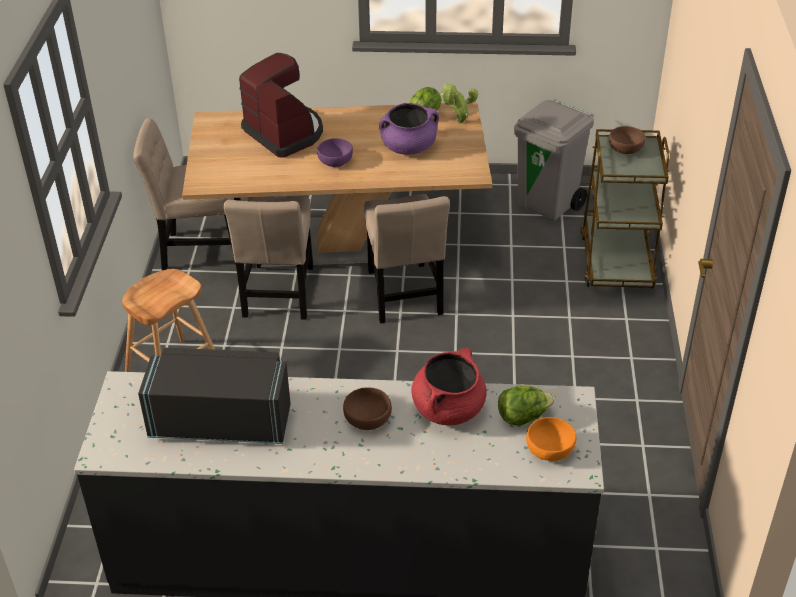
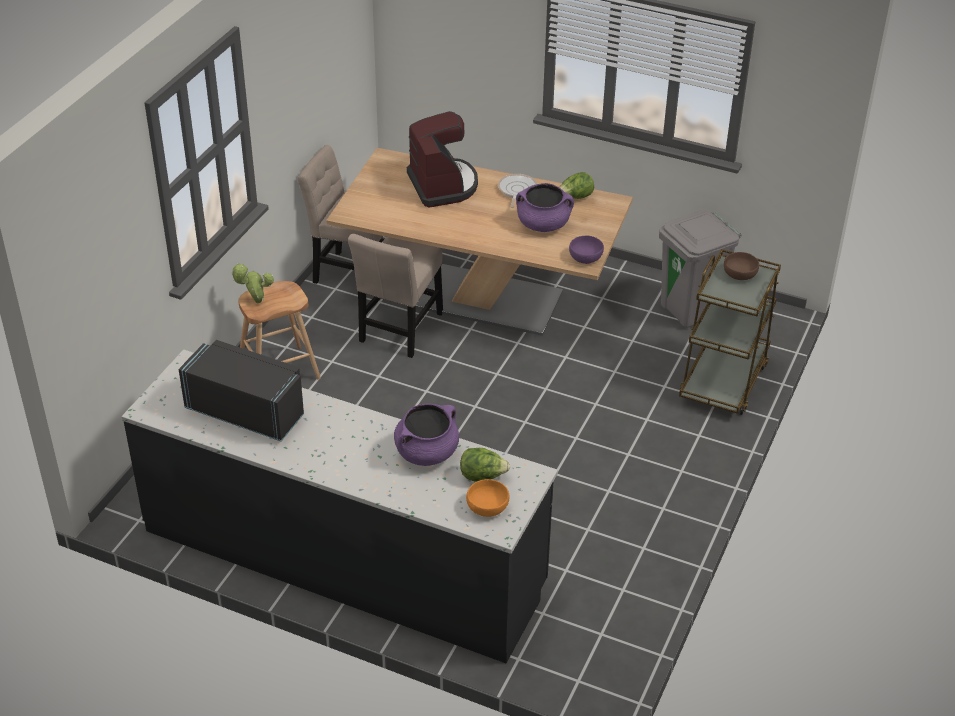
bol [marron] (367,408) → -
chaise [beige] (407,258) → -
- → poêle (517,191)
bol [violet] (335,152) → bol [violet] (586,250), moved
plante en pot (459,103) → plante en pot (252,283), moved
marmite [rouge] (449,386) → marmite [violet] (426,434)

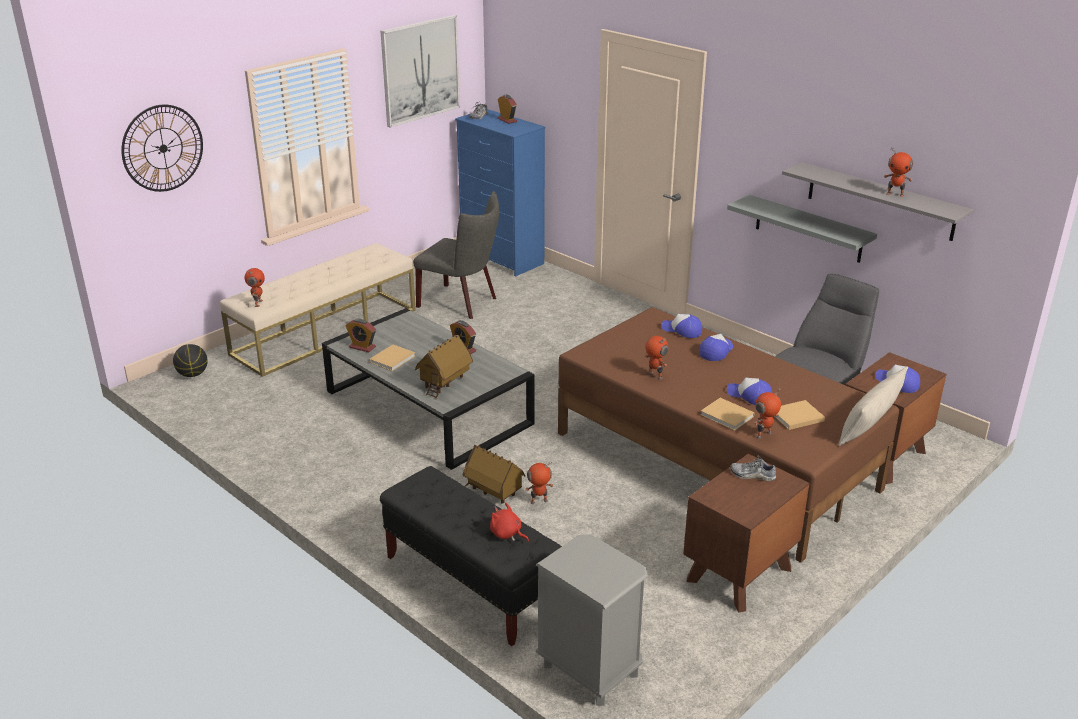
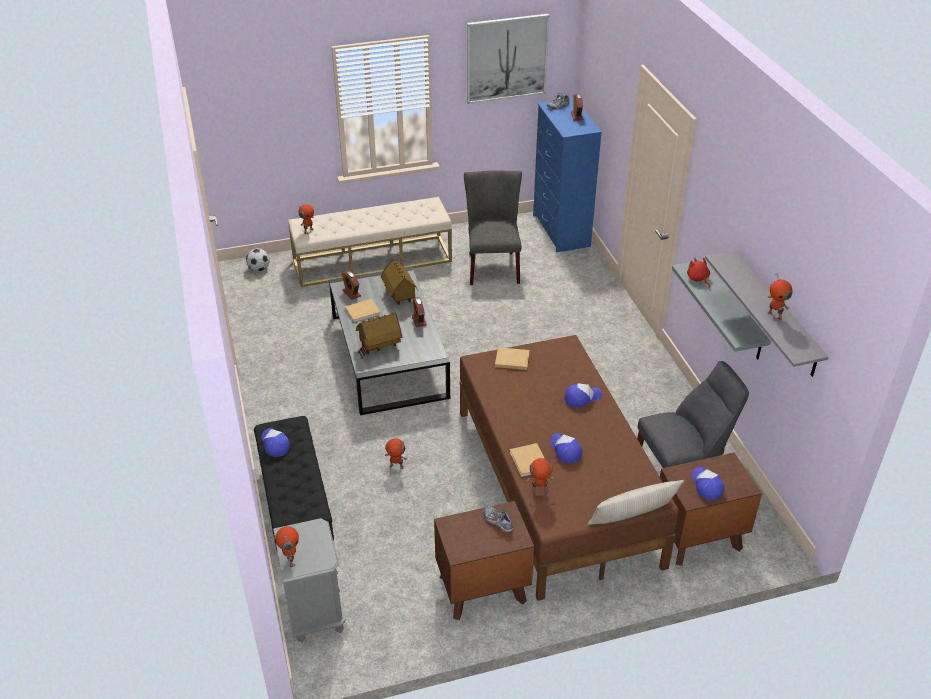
horloge murale (162,148) → -
maison miniature (494,474) → maison miniature (399,282), moved
peluche [rouge] (509,522) → peluche [rouge] (698,272), moved
robot jouet (657,358) → robot jouet (287,546), moved
casquette (681,326) → casquette (276,442), moved
livre [beige] (799,415) → livre [beige] (512,358), moved
ballon de basket (190,360) → ballon de foot (258,260)
chaise [gris] (456,255) → chaise [gris] (493,227), 150 degrees counterclockwise

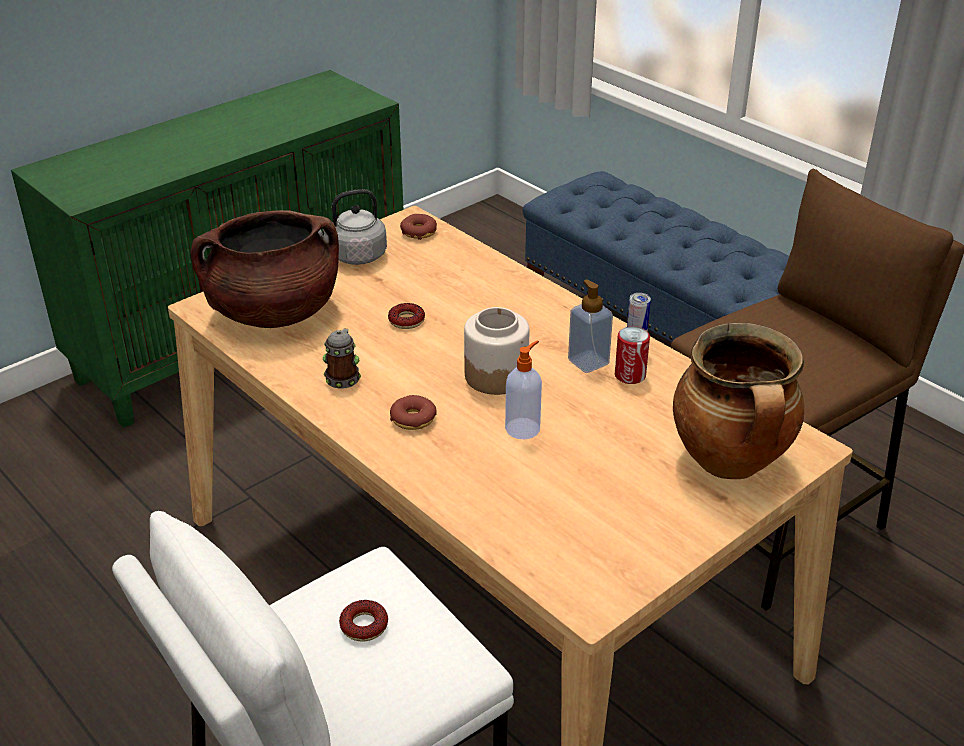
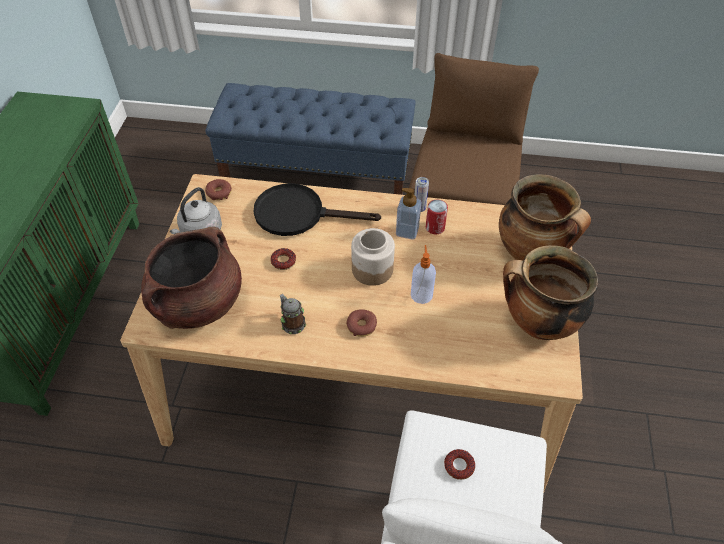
- → poêle [noir] (317,209)
- → marmite (550,292)

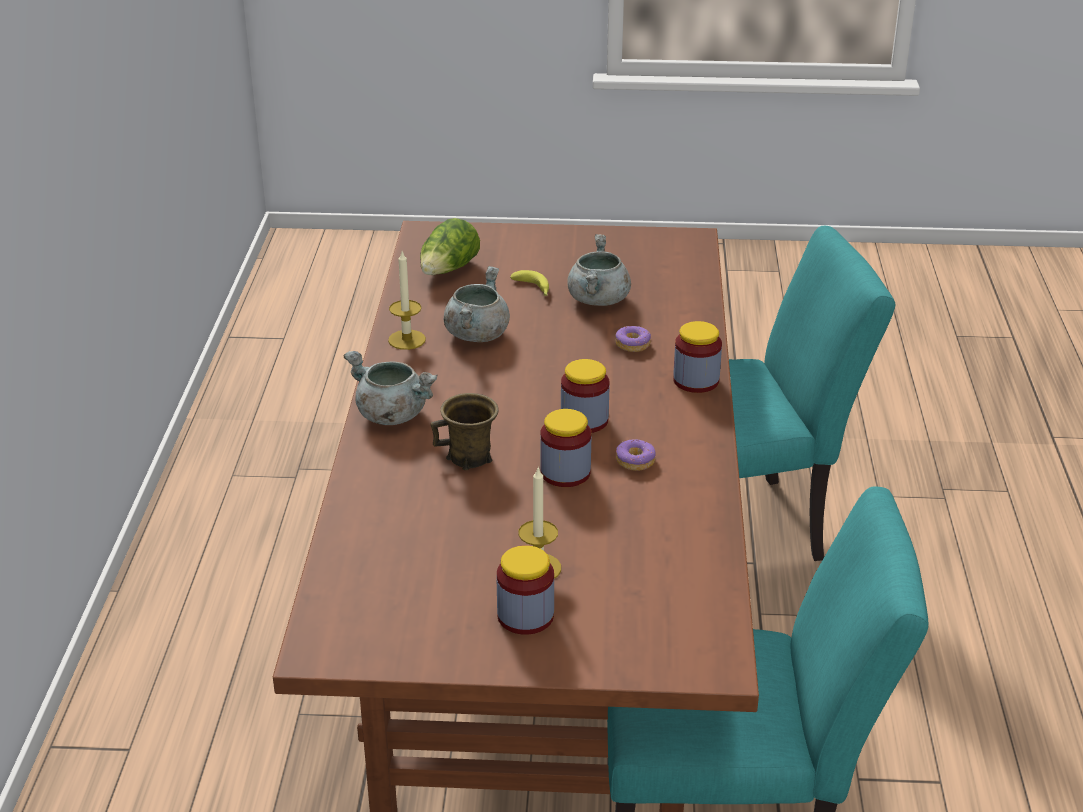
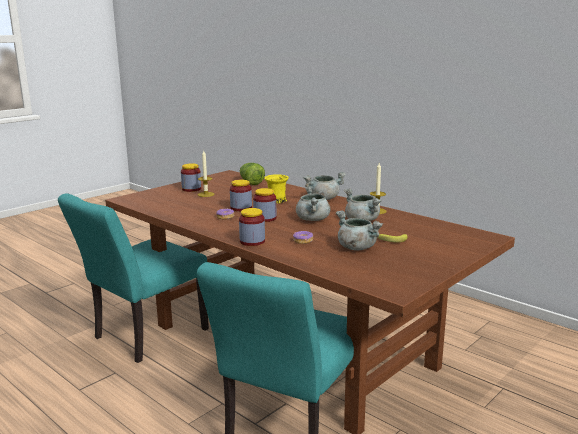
- → marmite [gris] (313,203)
laitue (450,246) → laitue (252,174), moved
mug [marron] (464,431) → mug [jaune] (276,188)

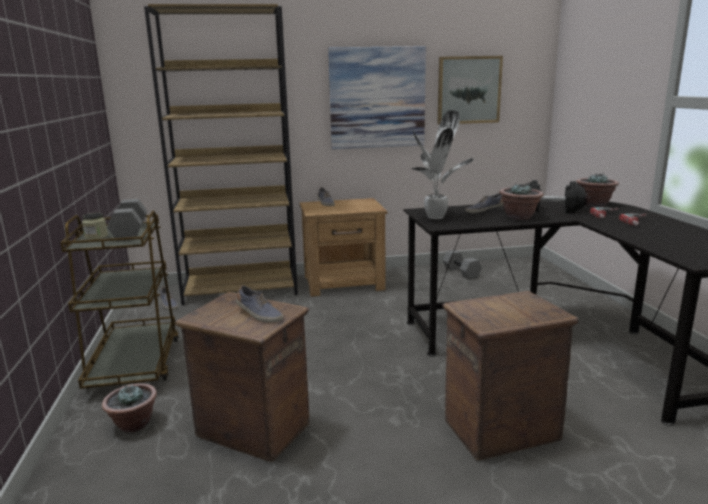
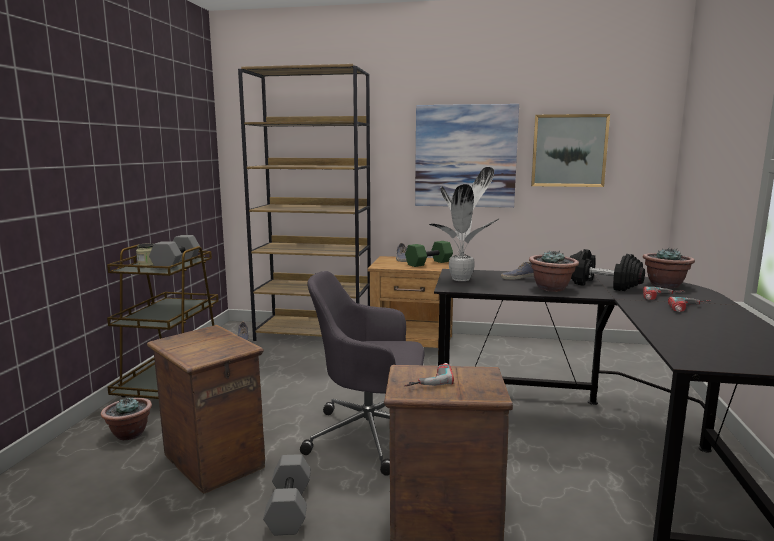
chaussure (259,304) → -
- → chaise de bureau [gris] (362,373)
- → perceuse (429,374)
- → haltère [vert] (429,254)
haltère [gris] (462,265) → haltère [gris] (287,494), moved

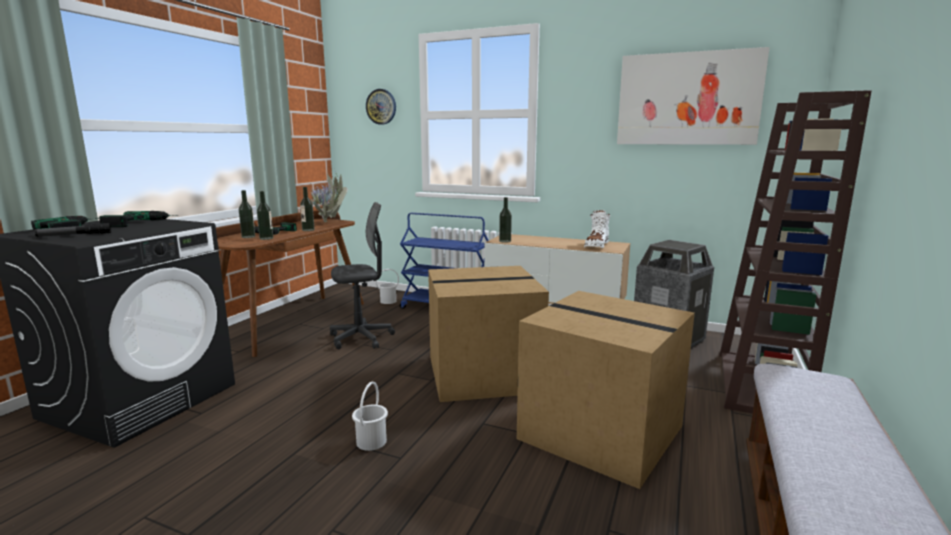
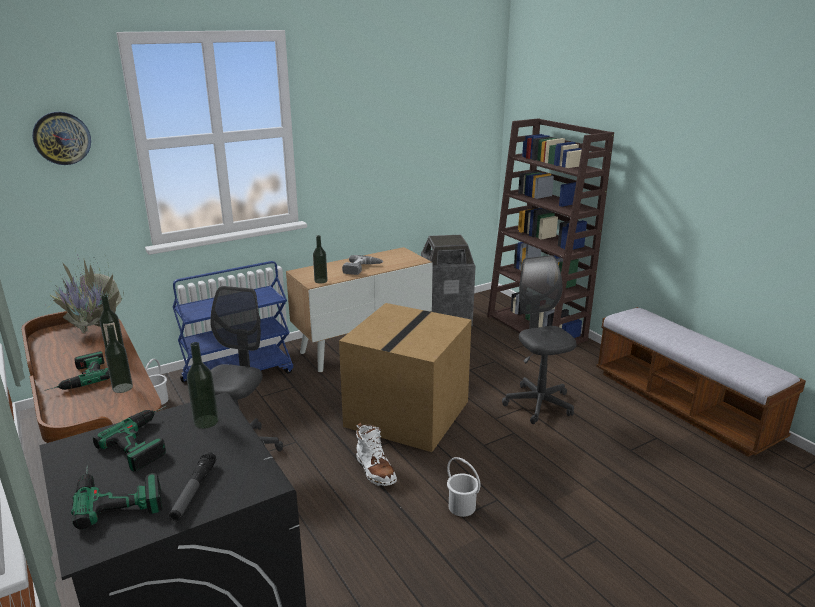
tableau (693,96) → -
- → perceuse (362,265)
bouteille (247,214) → bouteille (203,385), moved
botte [blanc] (597,229) → botte [blanc] (376,454), moved
carton (606,390) → chaise de bureau [gris] (539,339)

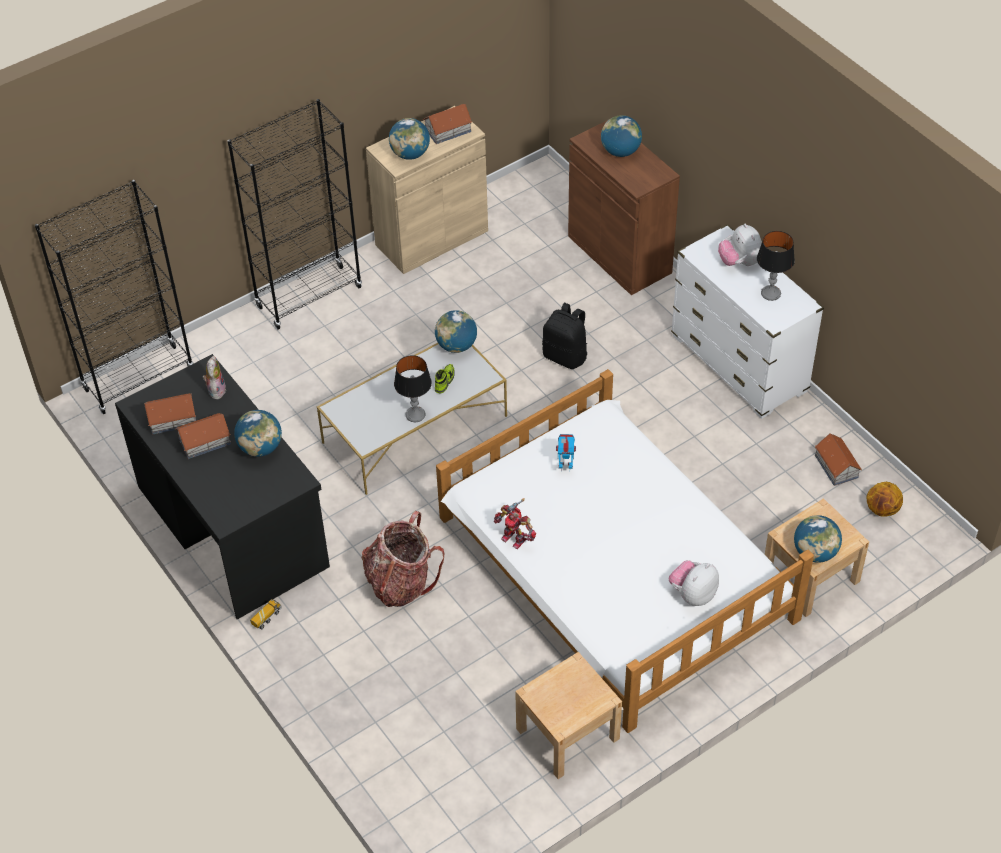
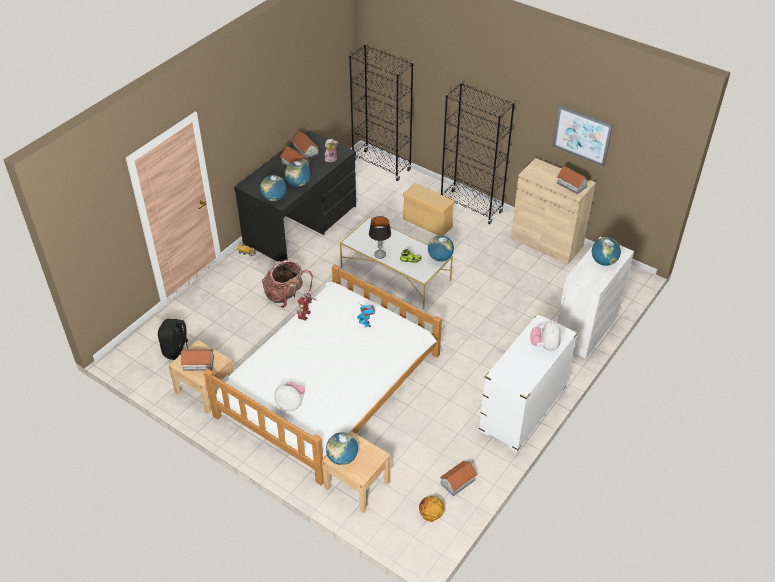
lampe de table (776,266) → -
- → maison miniature (197,360)
- → boîte de rangement [beige] (428,209)
- → tableau (583,136)
globe (409,139) → globe (273,188), moved
sac à dos [noir] (564,336) → sac à dos [noir] (173,339), moved
meuble de rangement [marron] (624,207) → meuble de rangement [blanc] (595,297)
peluche (740,245) → peluche (545,335), 45 degrees counterclockwise

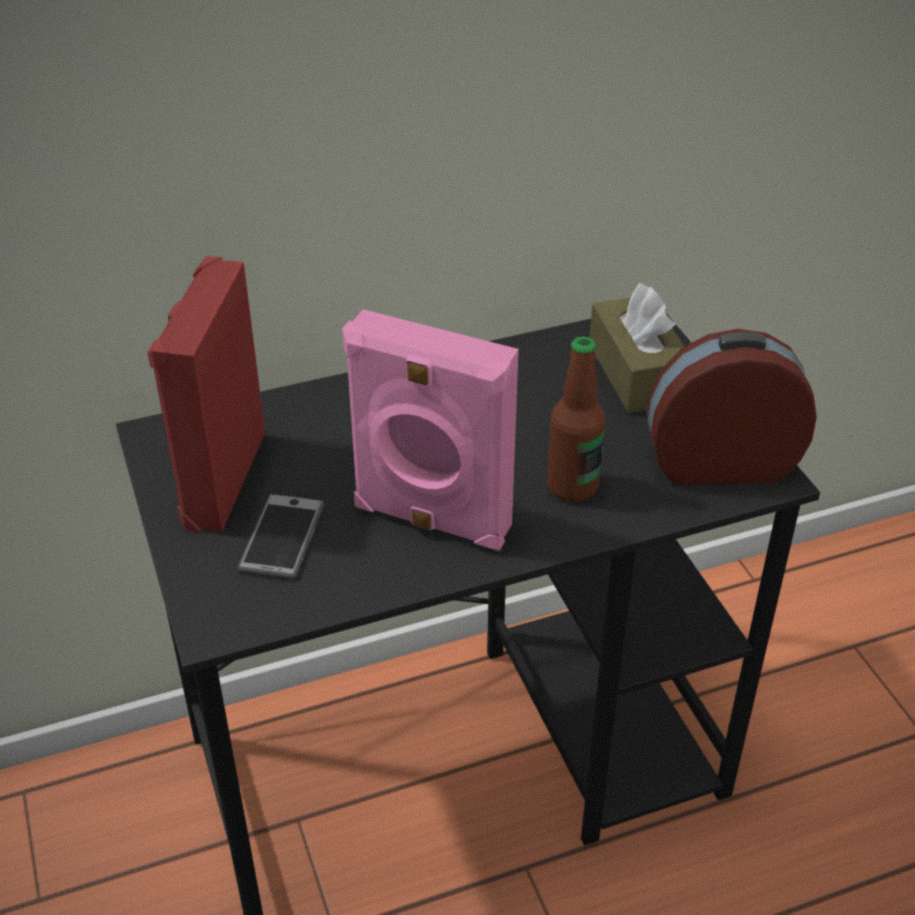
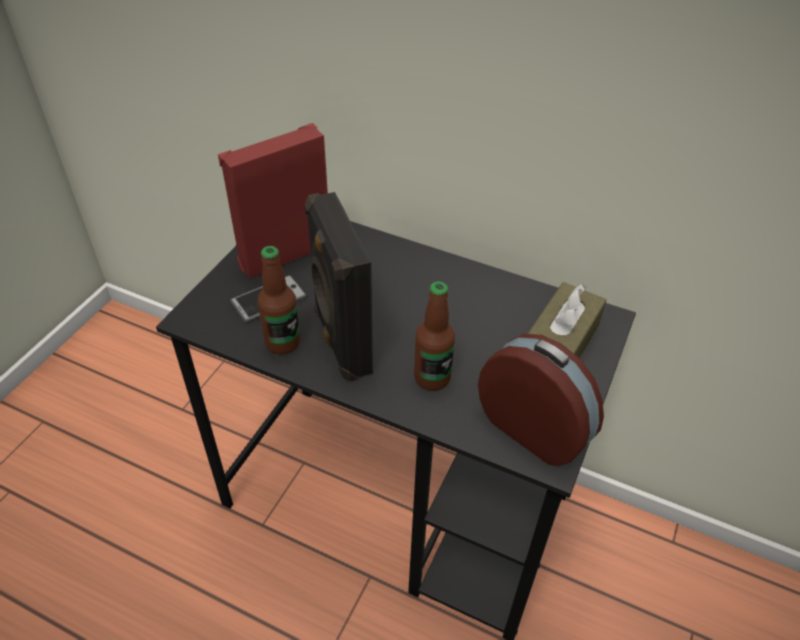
- → bouteille (279,300)
enceinte [rose] (430,430) → enceinte [noir] (339,287)

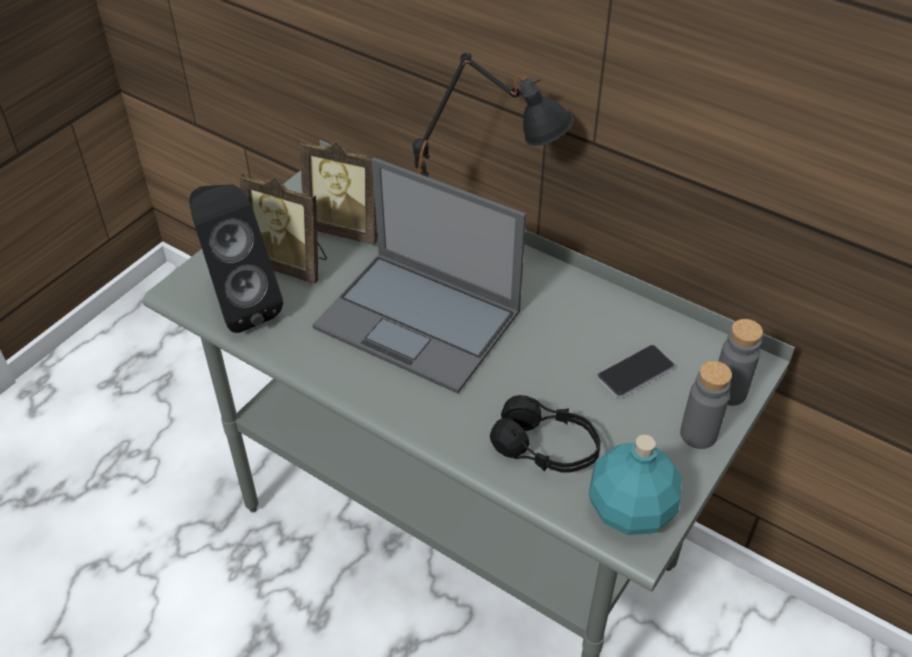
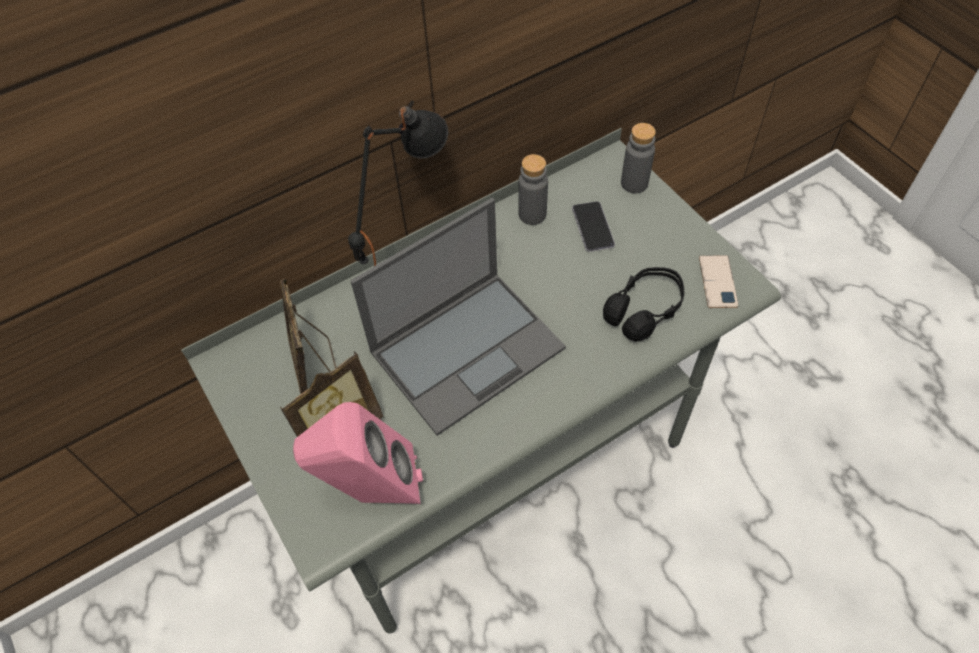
bouteille [gris] (706,405) → bouteille [gris] (533,189), moved
bouteille [turquoise] (635,485) → téléphone (718,281)
enceinte [noir] (236,258) → enceinte [rose] (358,453)
cadre photo (338,192) → cadre photo (308,336), 120 degrees clockwise

